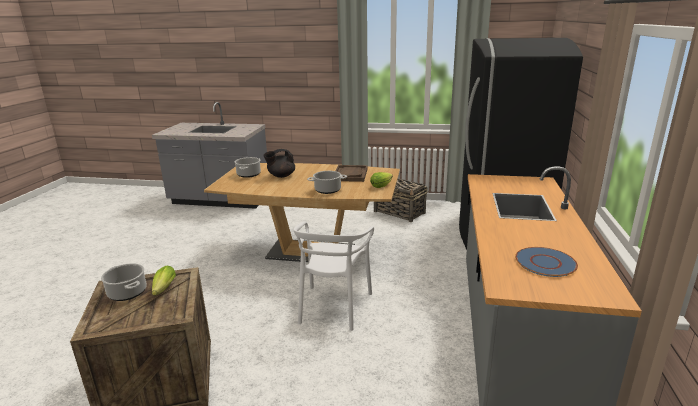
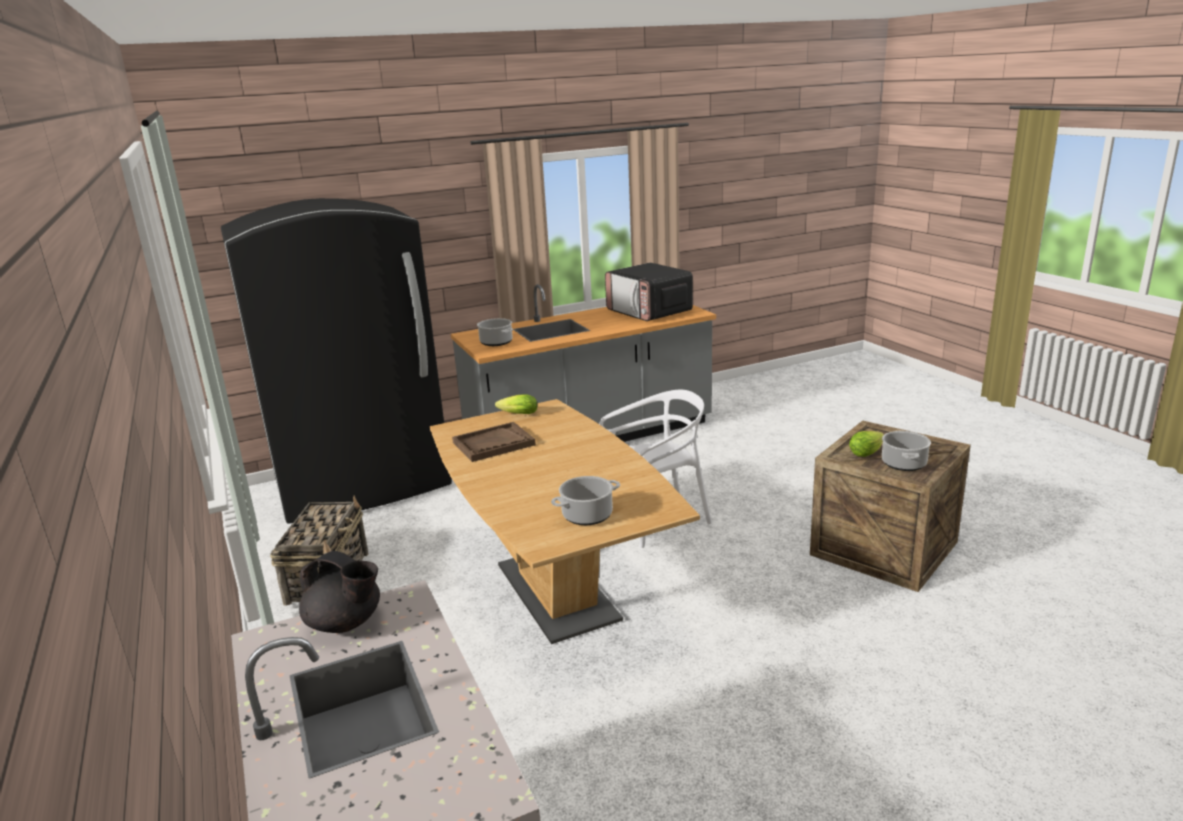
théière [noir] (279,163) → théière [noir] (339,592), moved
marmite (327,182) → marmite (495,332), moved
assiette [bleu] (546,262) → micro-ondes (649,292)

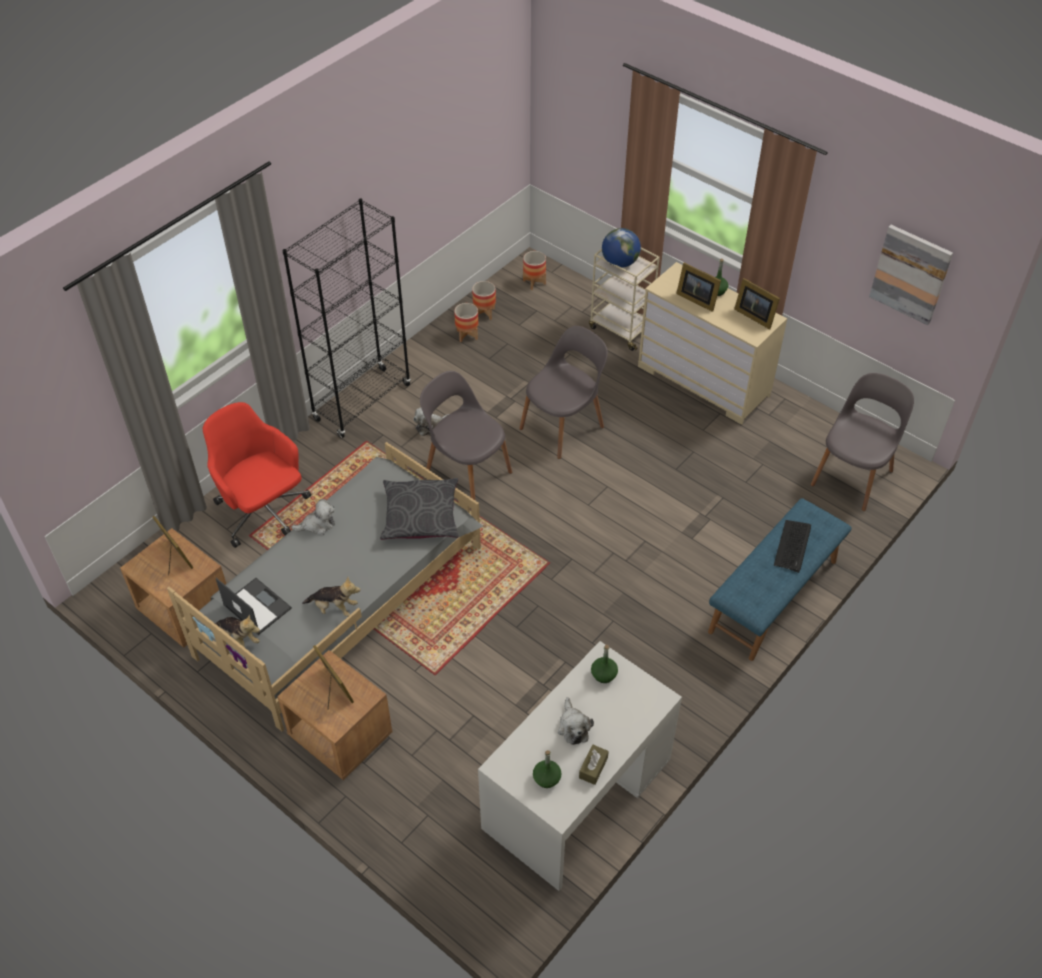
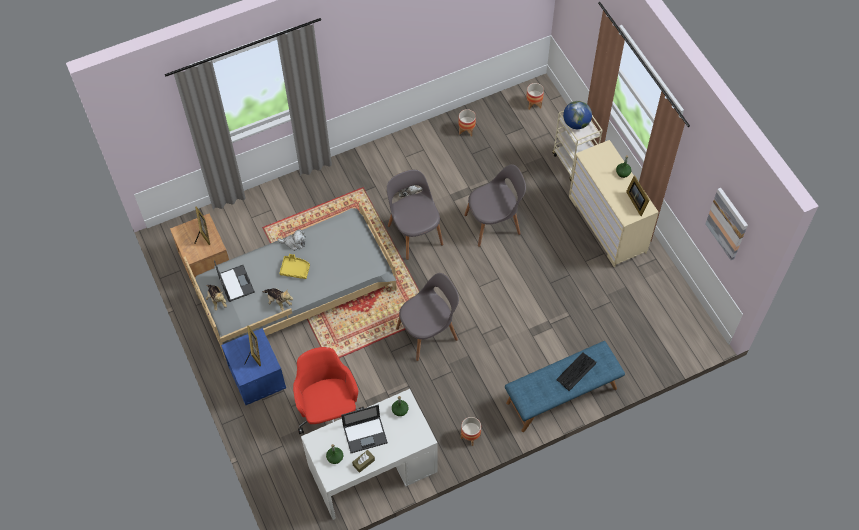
bibliothèque [noir] (347,318) → -
coussin [gris] (419,509) → -
cadre photo (698,287) → -
- → plateau [jaune] (294,266)
chaise de bureau [rouge] (257,475) → chaise de bureau [rouge] (328,390), moved
cache-pot (484,300) → cache-pot (471,431), moved
chaise [gris] (862,442) → chaise [gris] (427,317), moved
peluche (576,721) → ordinateur portable (364,429)
table de chevet [marron] (335,715) → table de chevet [bleu] (253,366)

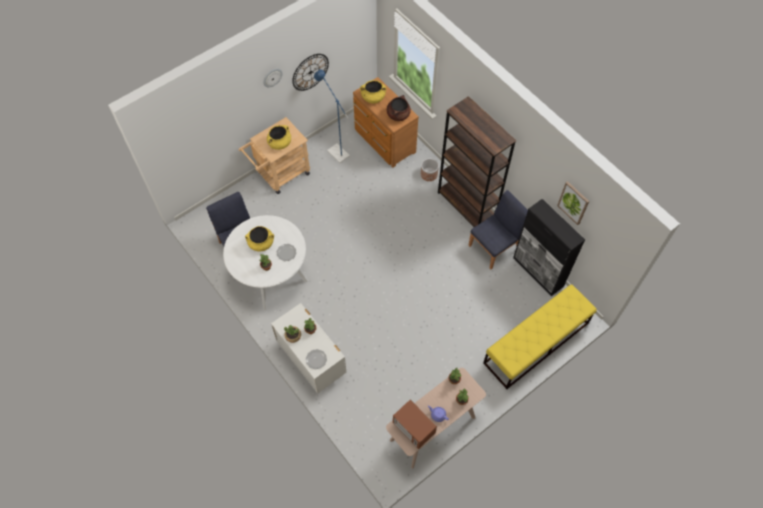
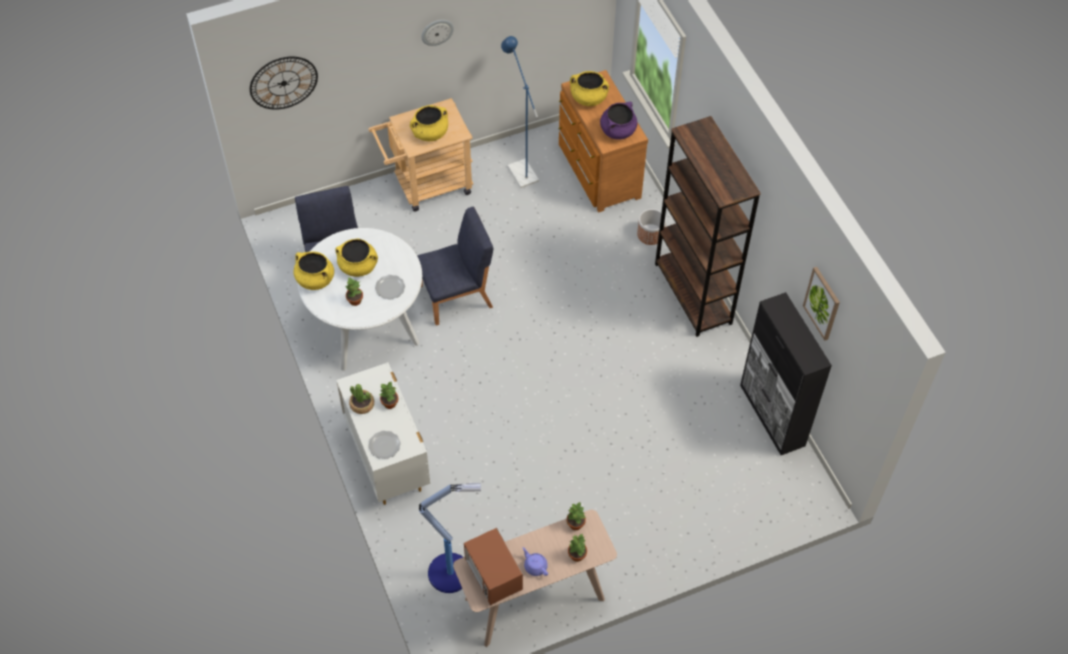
banc [jaune] (540,336) → -
- → marmite [jaune] (314,270)
- → lampadaire (450,538)
horloge murale (310,72) → horloge murale (284,83), moved
chaise [bleu] (498,229) → chaise [bleu] (455,266), moved
marmite [marron] (399,108) → marmite [violet] (618,121)

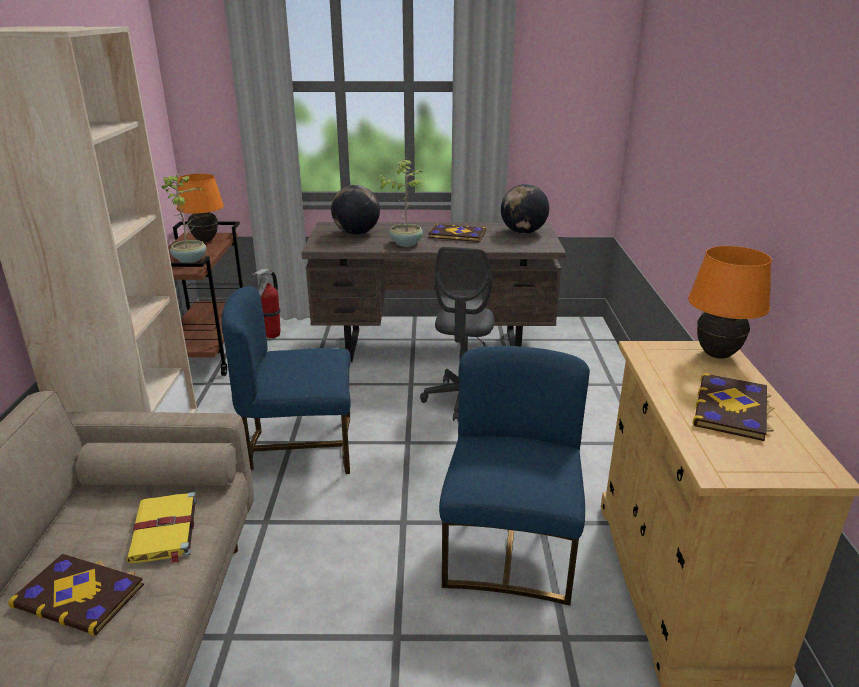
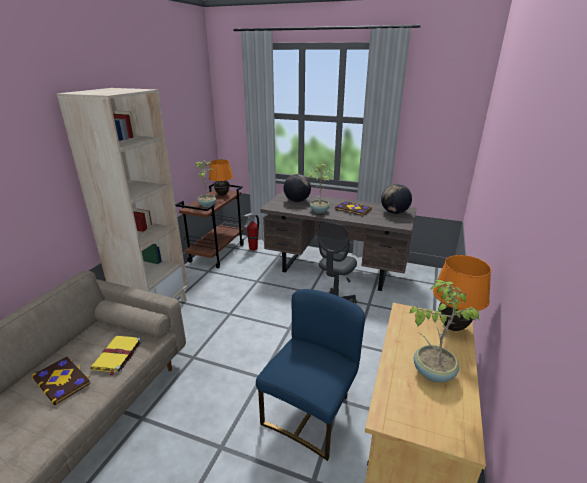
chaise [bleu] (286,380) → -
livre (733,407) → plante en pot (444,331)

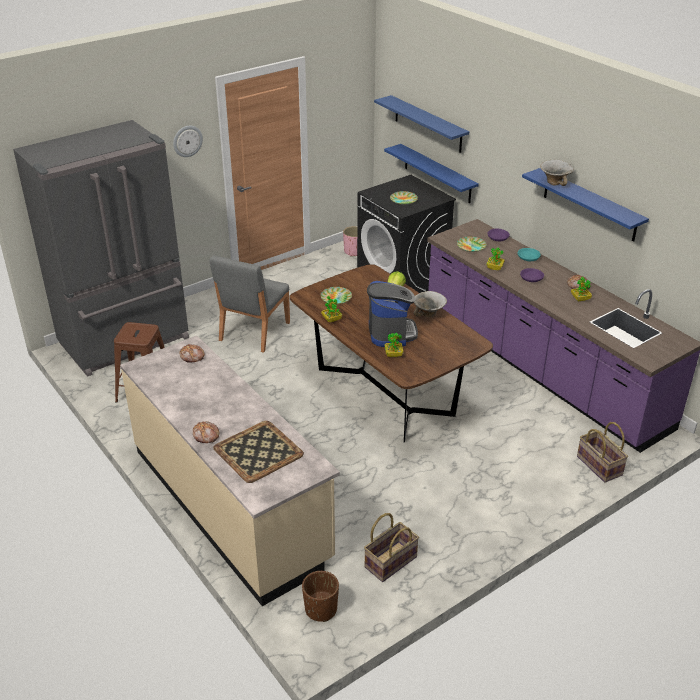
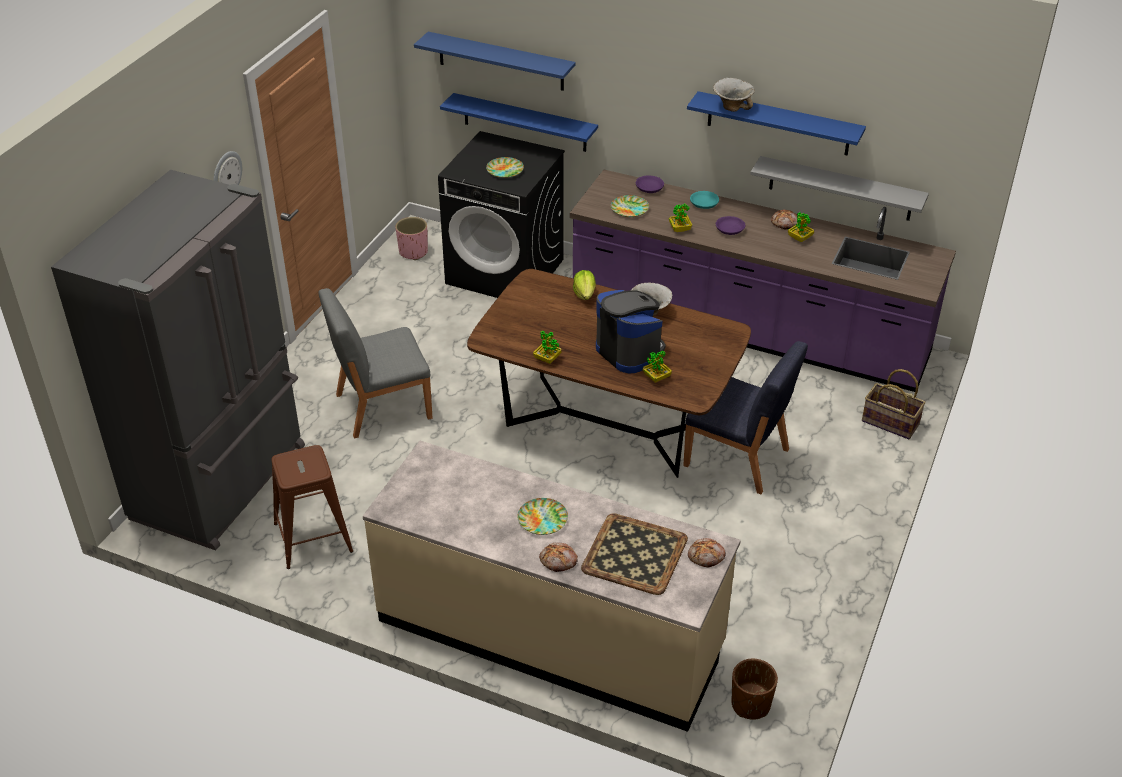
panier (391,547) → -
- → chaise [bleu] (745,417)
- → étagère [gris] (839,188)
pain (192,353) → pain (707,552), moved
assiette (336,295) → assiette (543,516), moved
chaise [gris] (249,304) → chaise [gris] (375,363), 75 degrees clockwise

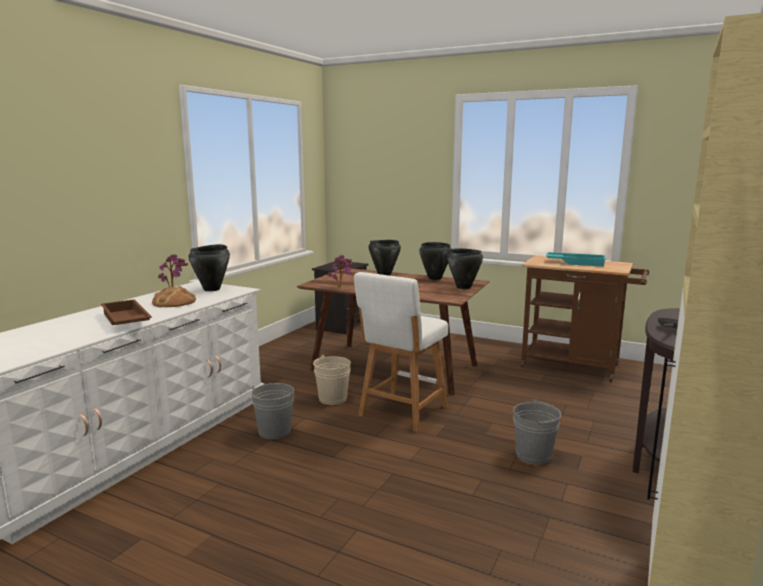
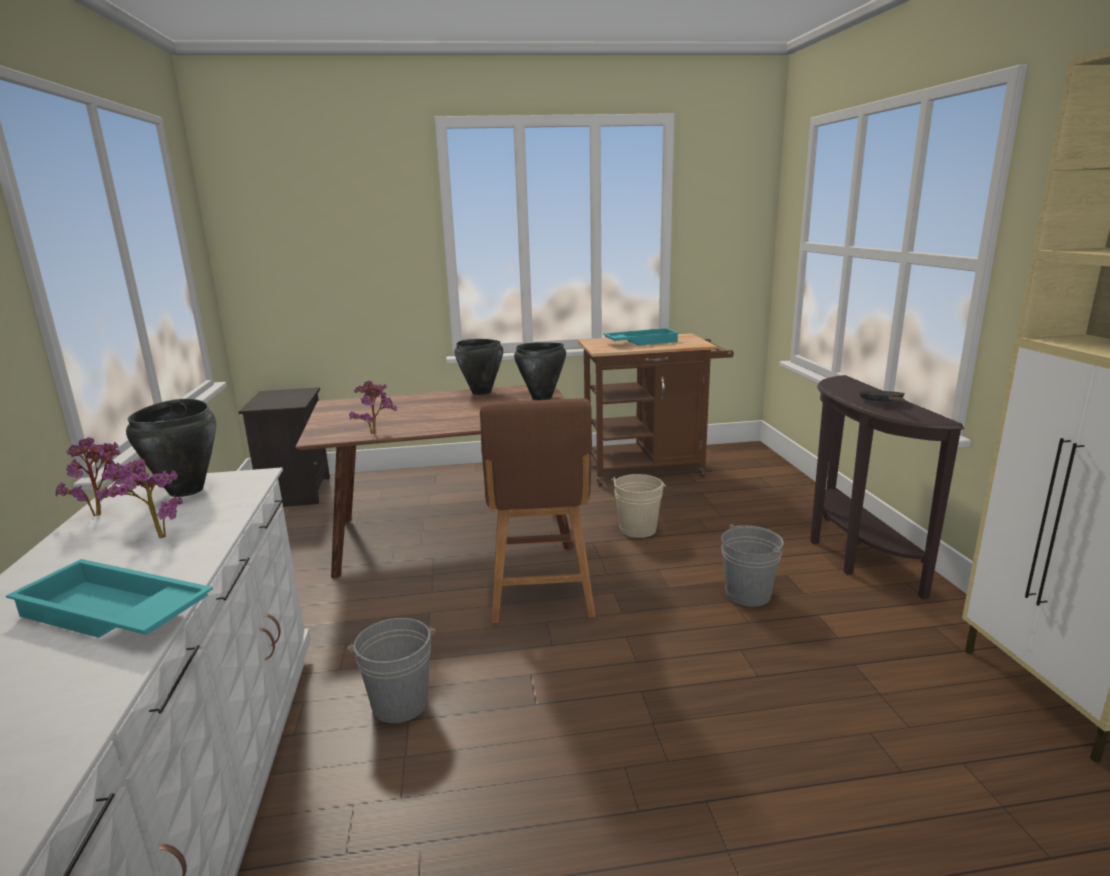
marmite [noir] (385,258) → -
seau [beige] (332,380) → seau [beige] (638,506), moved
pain (174,296) → plante en pot (139,498)
plateau [marron] (126,312) → plateau [turquoise] (109,598)
tabouret [blanc] (401,352) → tabouret [marron] (537,510)

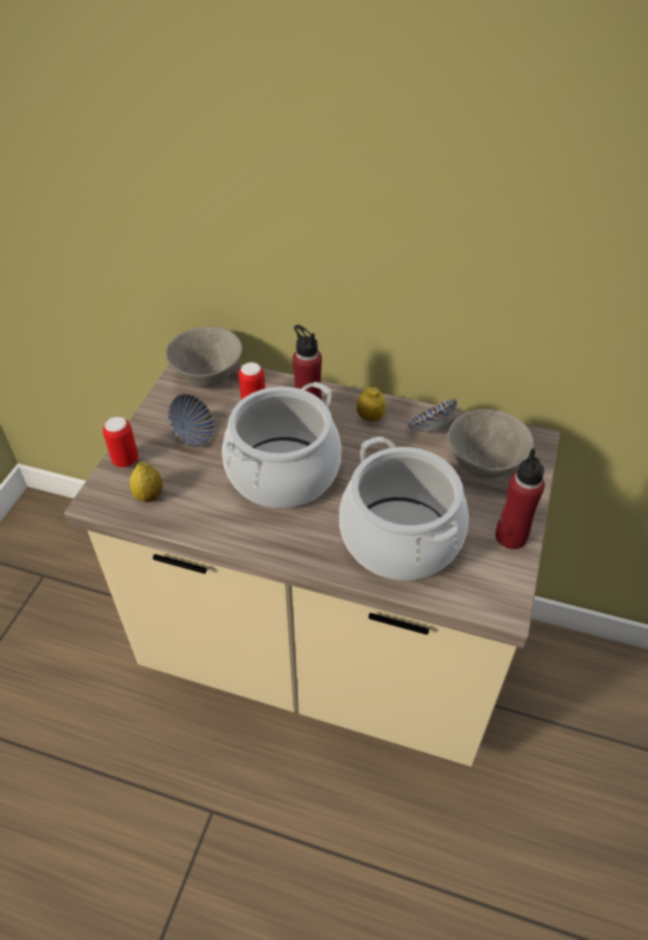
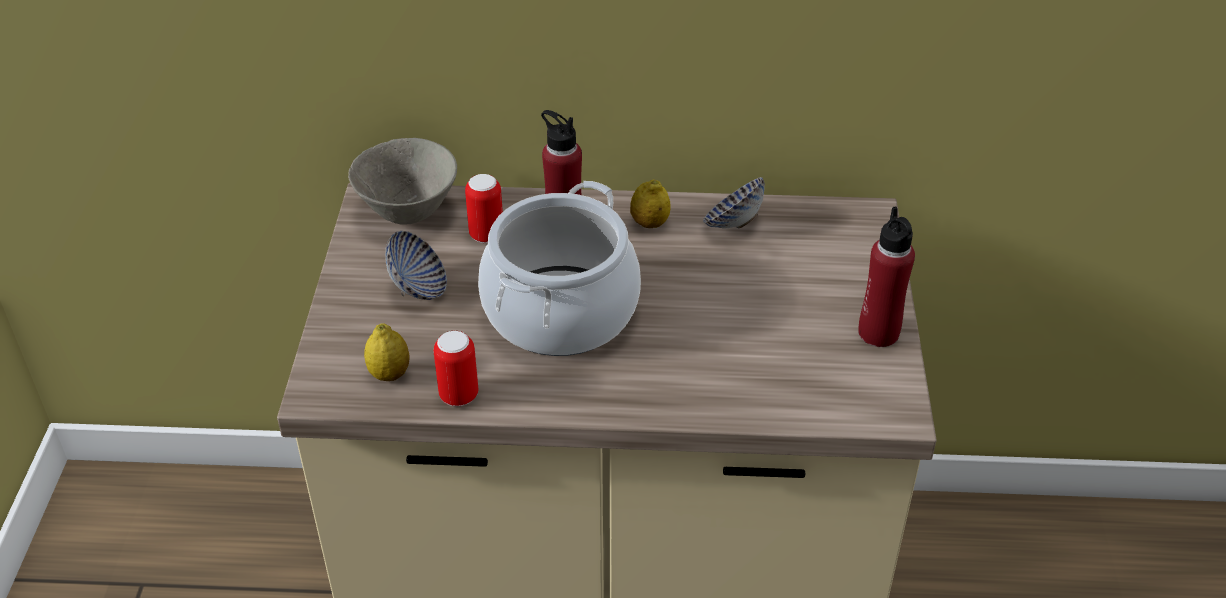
marmite (404,508) → -
bol [gris] (491,444) → -
boîte métallique (120,442) → boîte métallique (456,368), moved

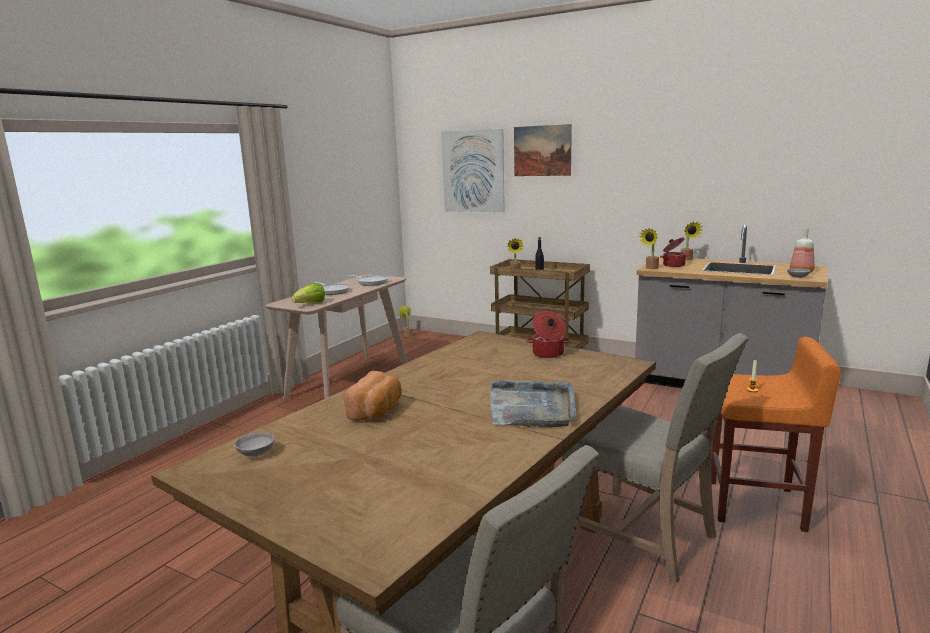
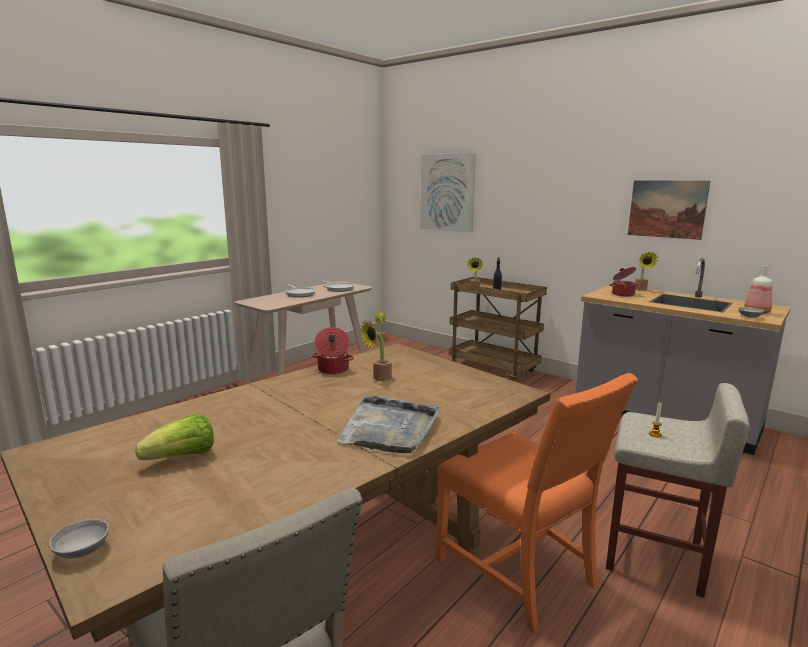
pain (372,396) → -
bol [gris] (254,444) → bol [gris] (79,538), moved
laitue (308,293) → laitue (174,437), moved
tableau (543,150) → tableau (669,210), moved
marmite (548,334) → marmite (333,350), moved
plante en pot (649,248) → plante en pot (375,350), moved
chaise [beige] (655,458) → chaise [orange] (537,503)
tabouret [orange] (776,434) → tabouret [beige] (678,490)

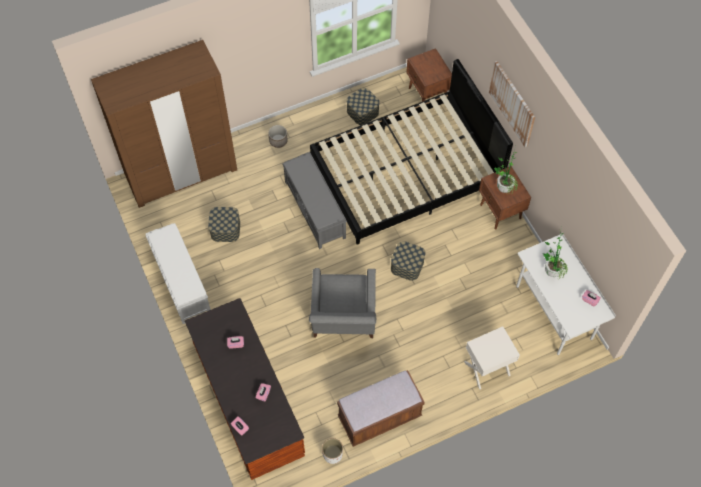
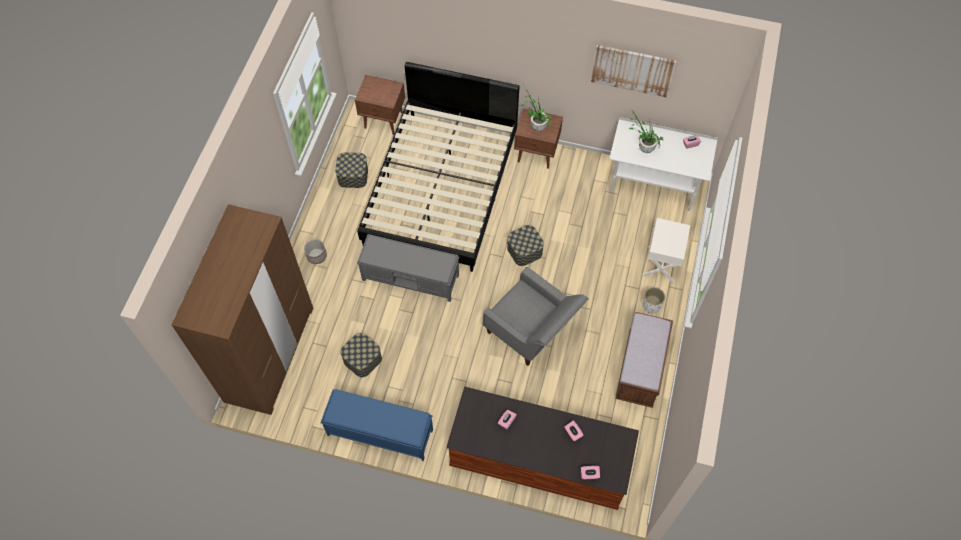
cache-pot [blanc] (332,451) → cache-pot [blanc] (653,300), moved
tableau (512,104) → tableau (634,71), moved
banc [blanc] (178,273) → banc [bleu] (377,425)

